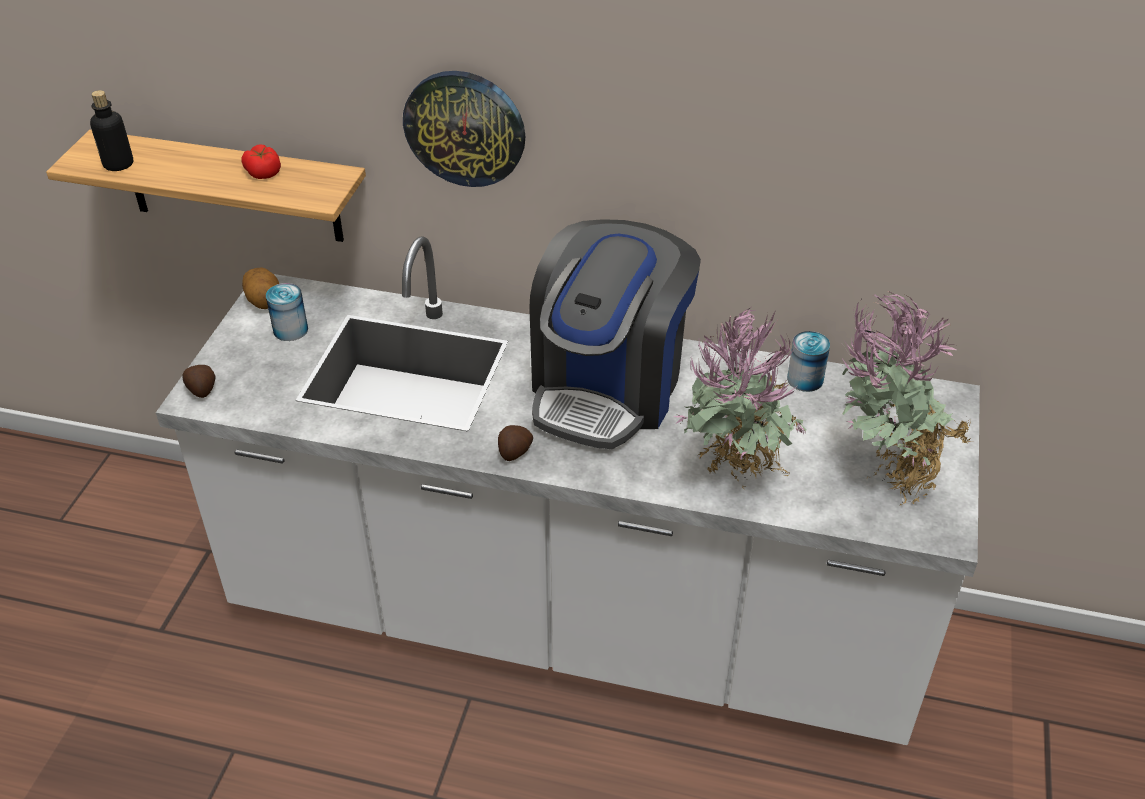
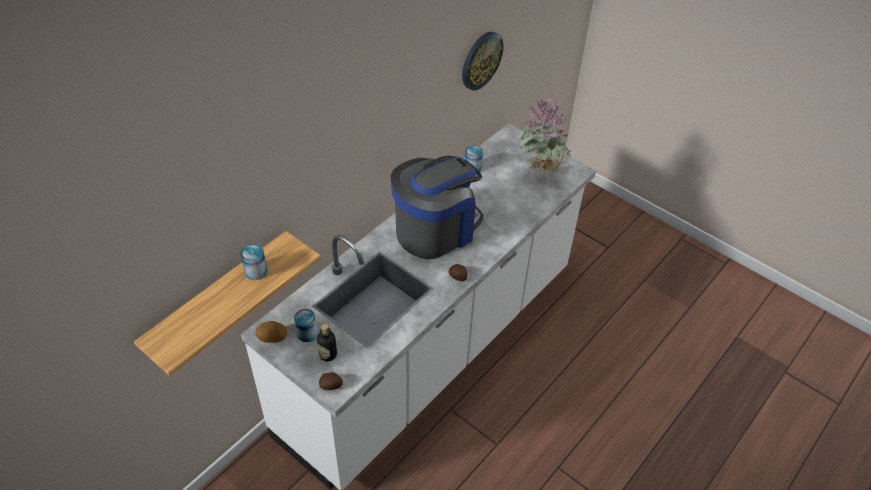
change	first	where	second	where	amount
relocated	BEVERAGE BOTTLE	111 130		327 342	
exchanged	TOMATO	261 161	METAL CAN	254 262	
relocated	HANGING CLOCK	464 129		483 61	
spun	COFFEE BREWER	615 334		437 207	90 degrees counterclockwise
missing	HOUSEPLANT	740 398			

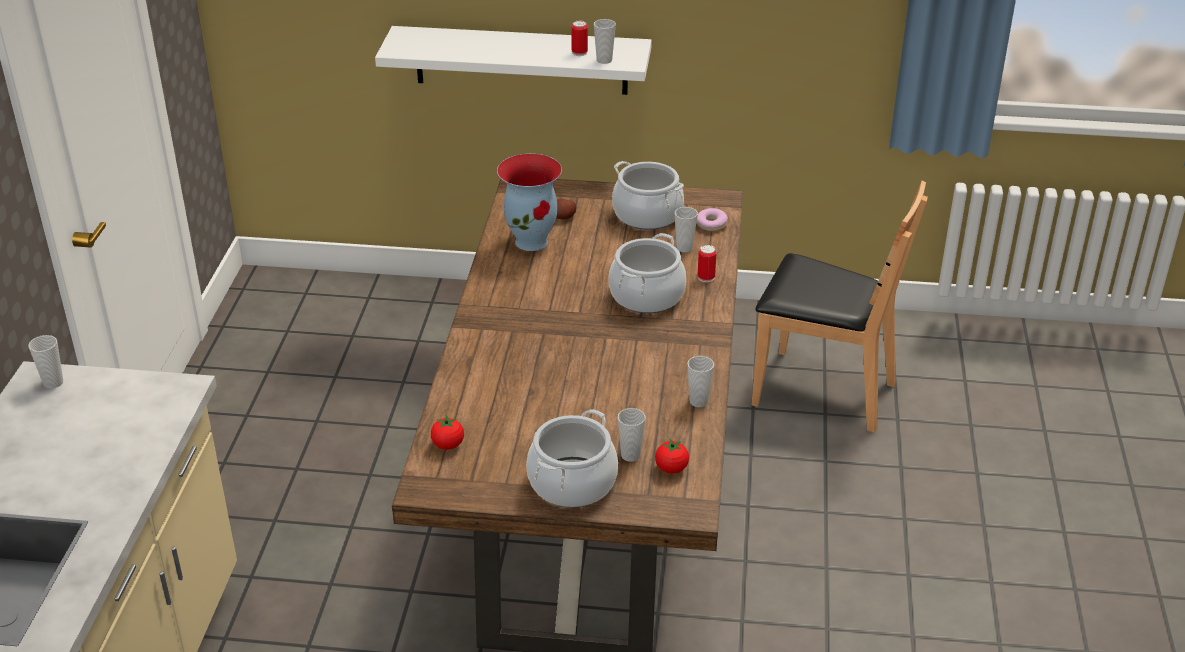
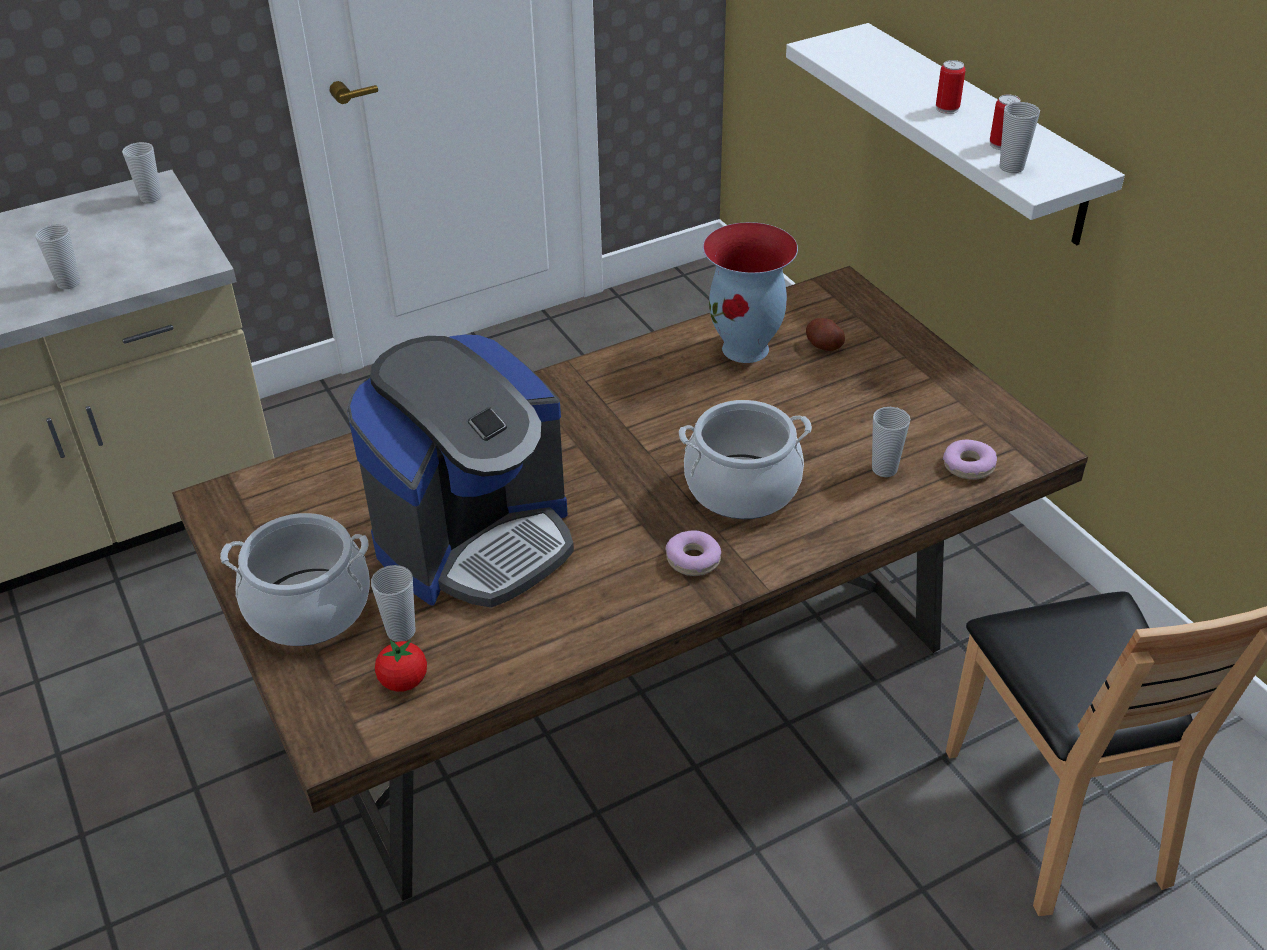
change	first	where	second	where	amount
missing	TOMATO	447 433			
missing	COOKING POT	648 195			
relocated	DRINKING CUP	700 381		58 256	
relocated	METAL CAN	707 263		950 87	
appeared			COFFEE BREWER	460 471	
appeared			RING DOUGHNUT	693 553	

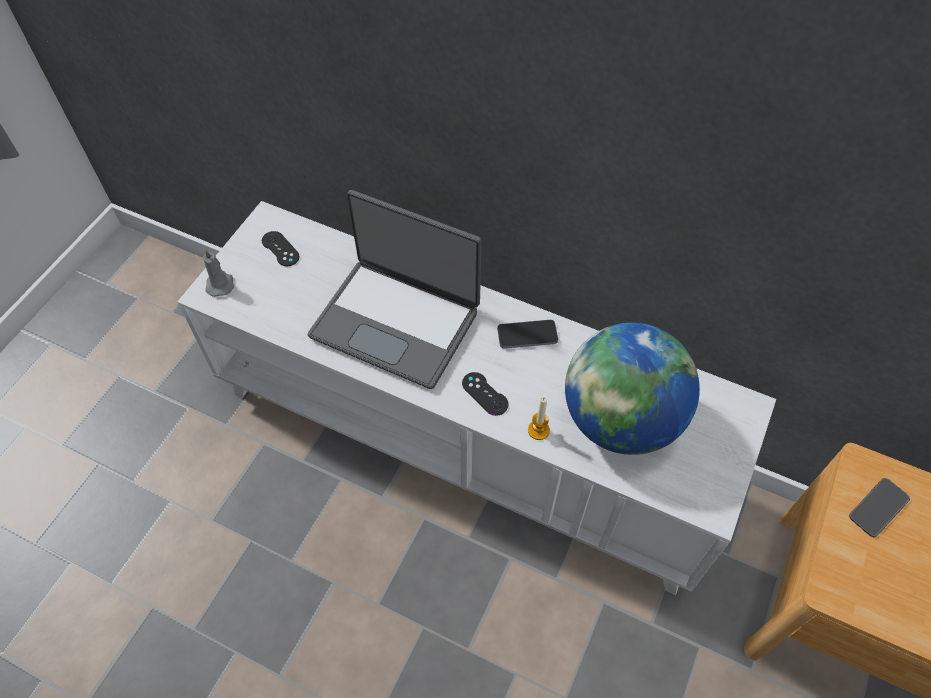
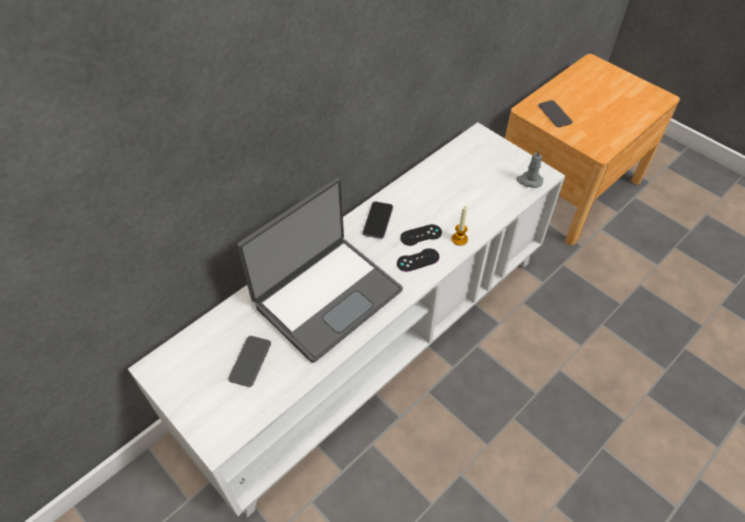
change	first	where	second	where	amount
relocated	GREY CANDLE	218 273		529 168	
relocated	BLACKISH GAMEPAD	281 248		421 235	
missing	DESK GLOBE	632 389			
appeared			PHONE	249 361	

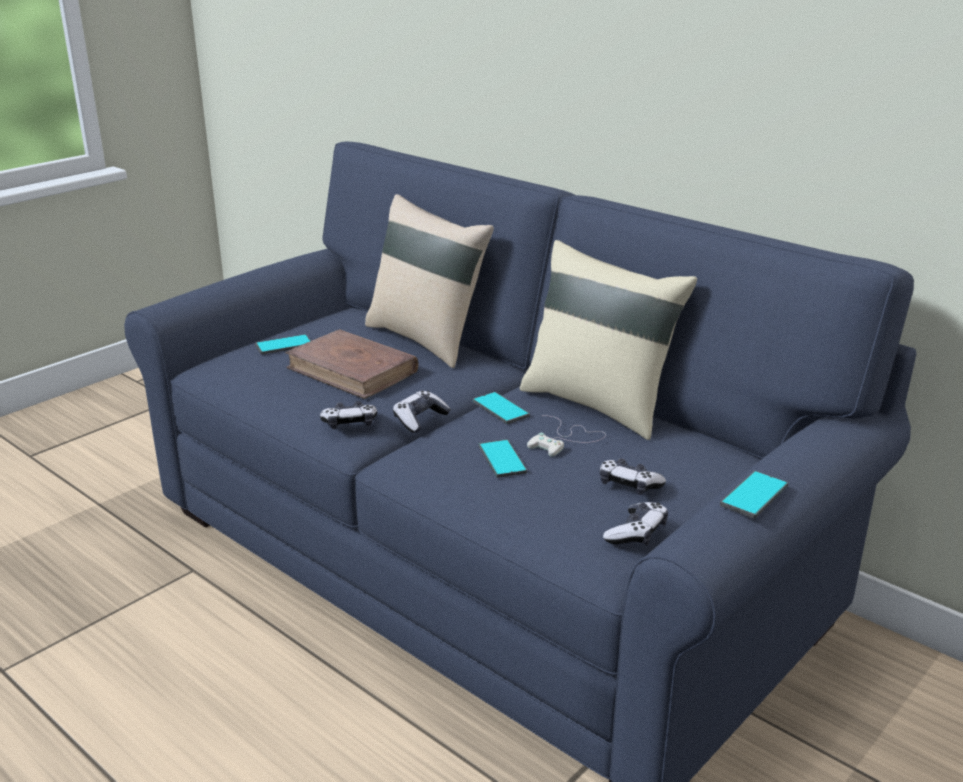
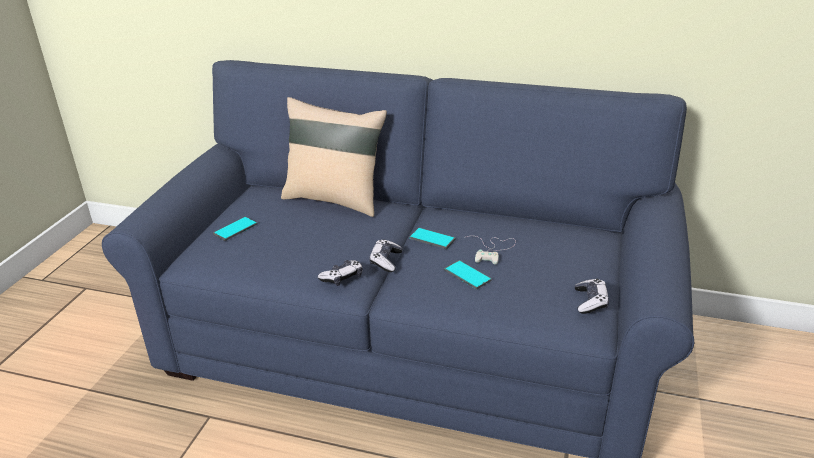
change	first	where	second	where	amount
missing	BROWN BOOK	351 364			
missing	BEIGE-COLOURED THROW PILLOW	608 340			
missing	GAMEPAD	633 476			
missing	PHONE	754 494			

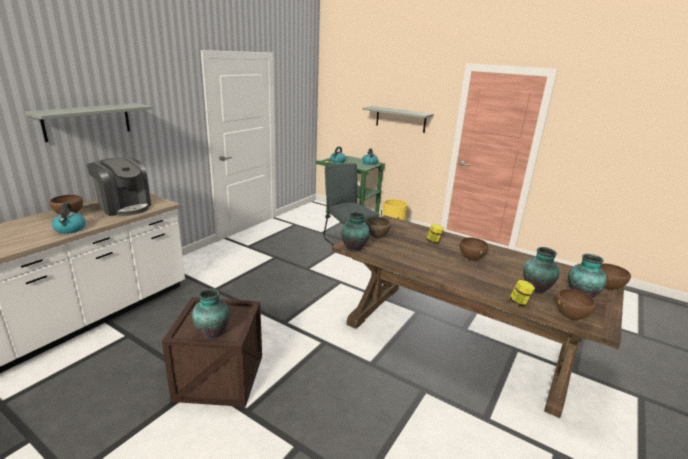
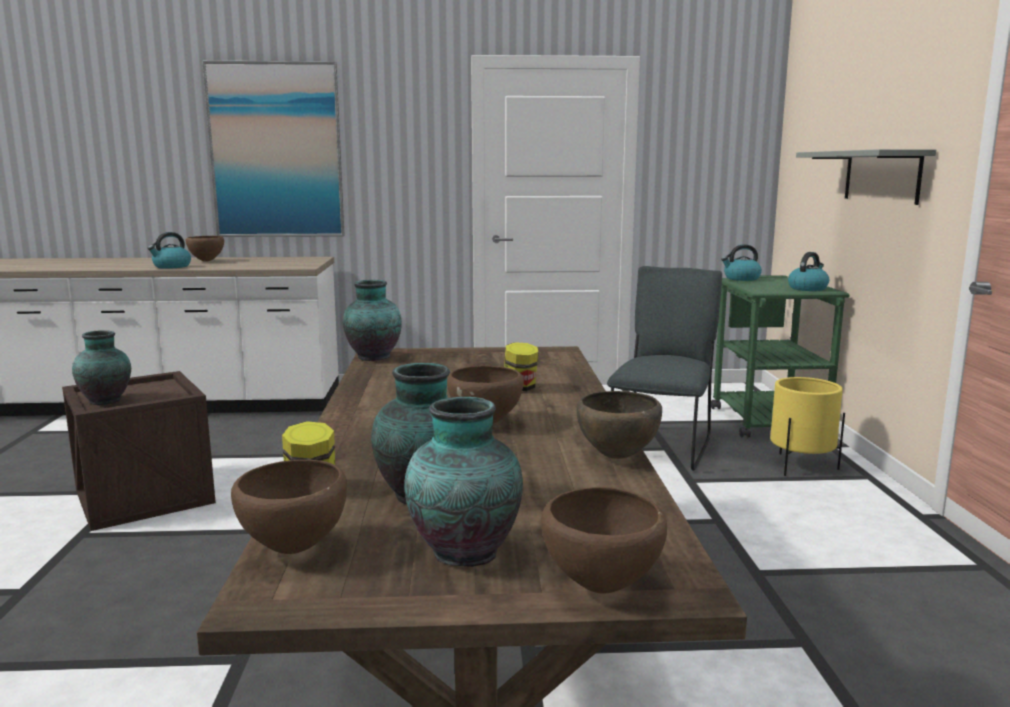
change	first	where	second	where	amount
exchanged	GREY BRACKET SHELF	88 122	PICTURE	273 149	
missing	COFFEE BREWER	119 186			
relocated	BROWN BOWL	378 227		619 425	

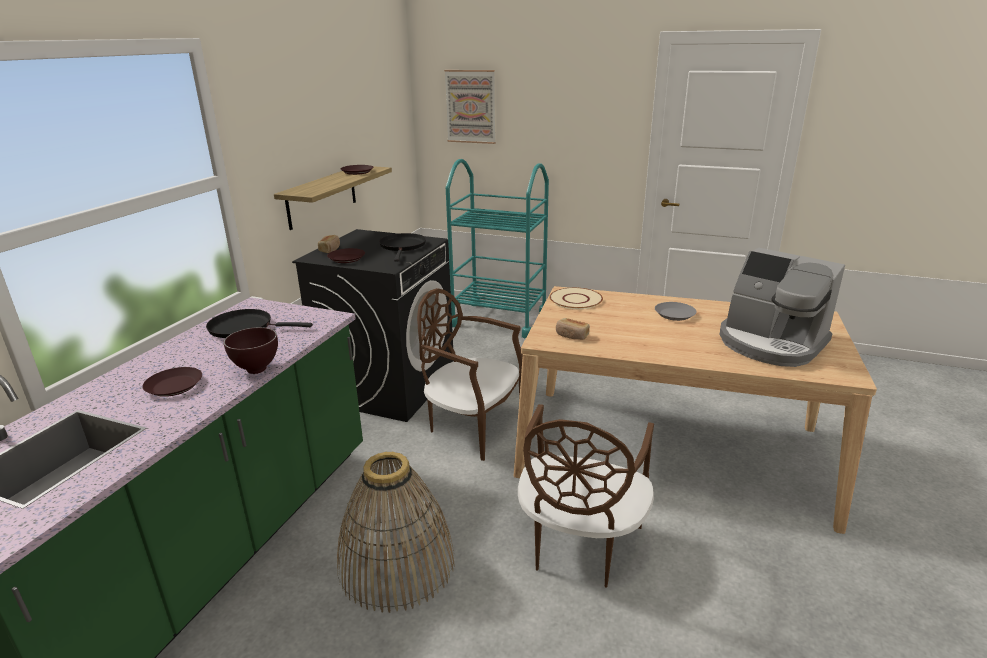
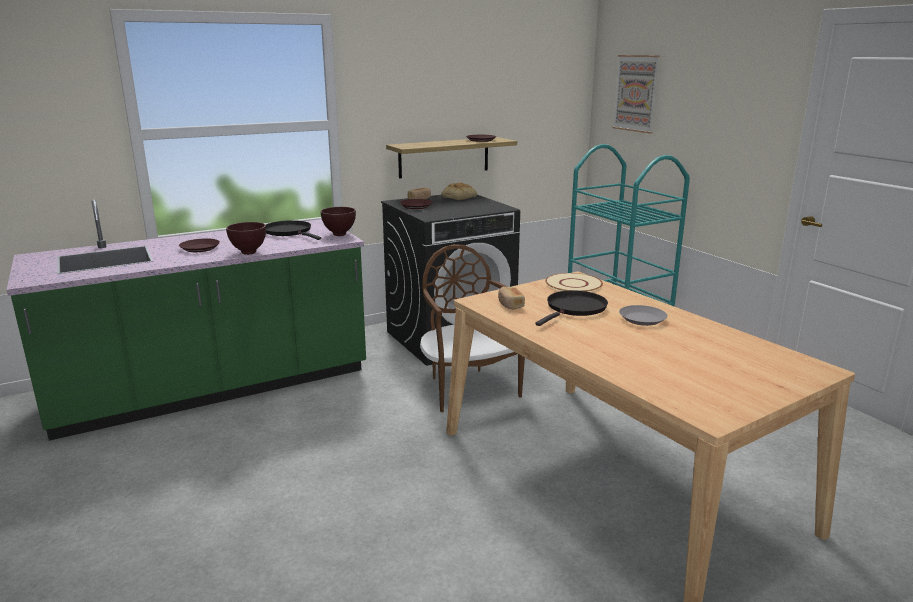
change	first	where	second	where	amount
missing	HOUSEHOLD BASKET	396 532			
relocated	BLACKISH SKILLET	402 247		571 308	
missing	BROWN CHAIR	586 496			
missing	COFFEE BREWER	782 307			
appeared			BROWN BOWL	338 221	
appeared			BAKERY BREAD	459 191	

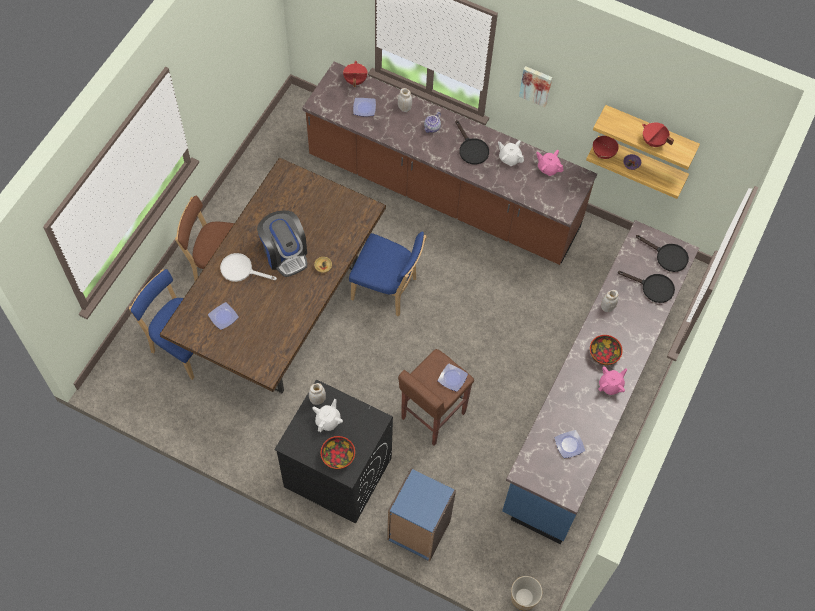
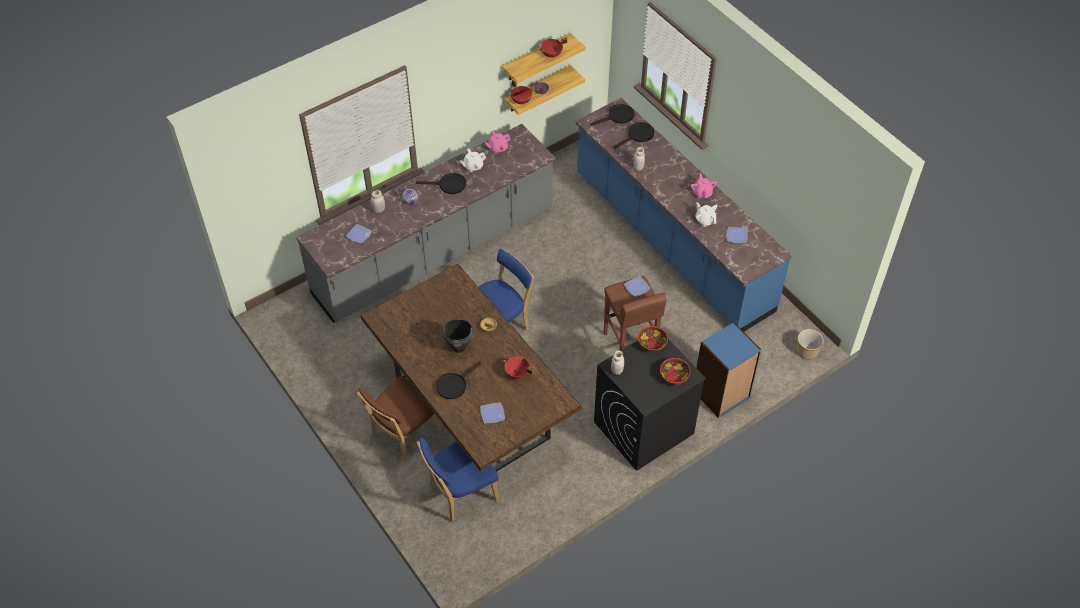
change	first	where	second	where	amount
colour	WHITE-COLOURED SKILLET	248 267	BLACKISH SKILLET	458 380	
exchanged	COFFEE BREWER	282 243	BLACKISH COOKING POT	458 336	
colour	BROWN KITCHEN BASE UNIT	449 163	GREY KITCHEN BASE UNIT	426 223	
relocated	WHITE-COLOURED POT FOR TEA	327 415		706 214	
relocated	REDDISH COOKING POT	355 74		518 367	
missing	PICTURE	535 86			
relocated	BOWL	606 350		653 339	

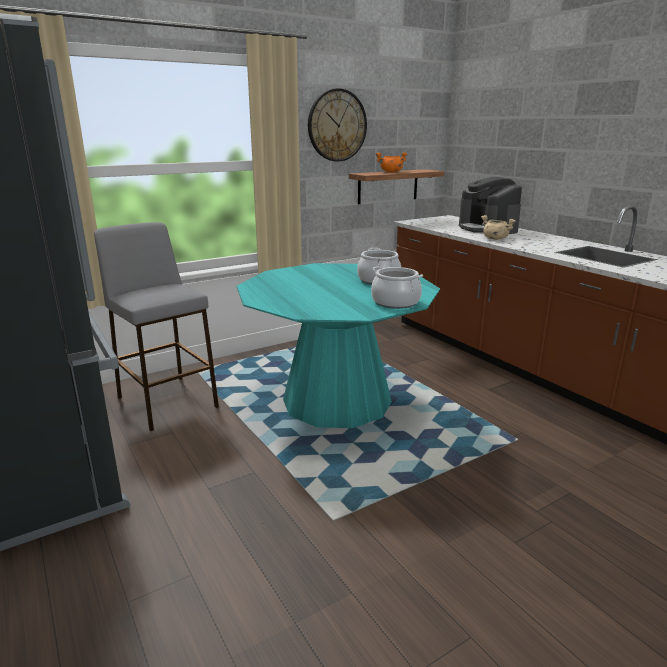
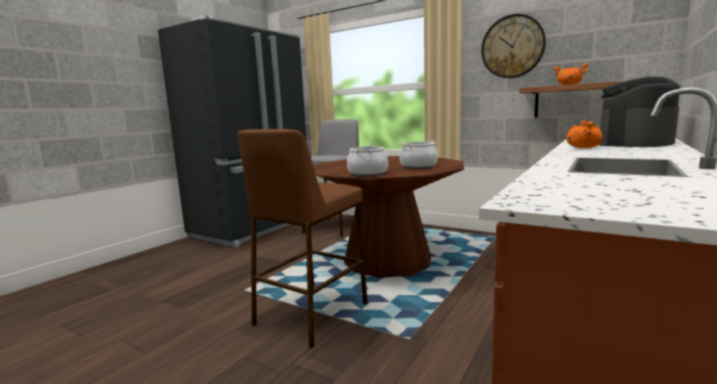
change	first	where	second	where	amount
colour	TURQUOISE KITCHEN TABLE	338 345	BROWN KITCHEN TABLE	388 217	
colour	BEIGE-COLOURED COOKING POT	498 227	ORANGE COOKING POT	584 134	
appeared			BROWN STOOL SEAT	303 238	

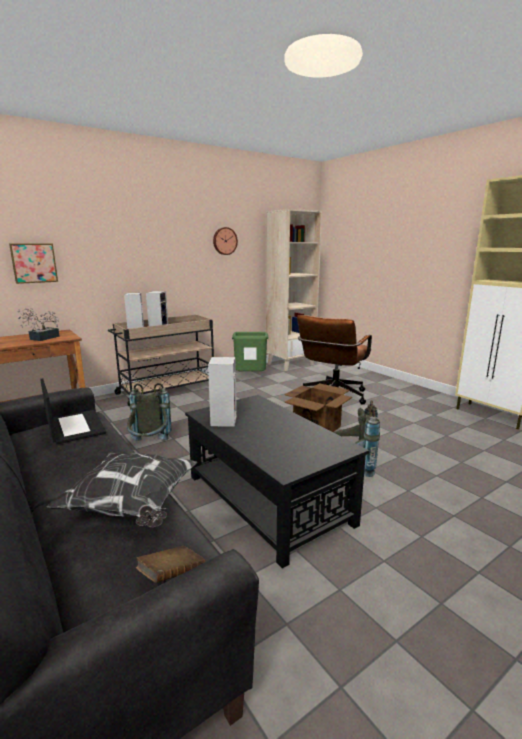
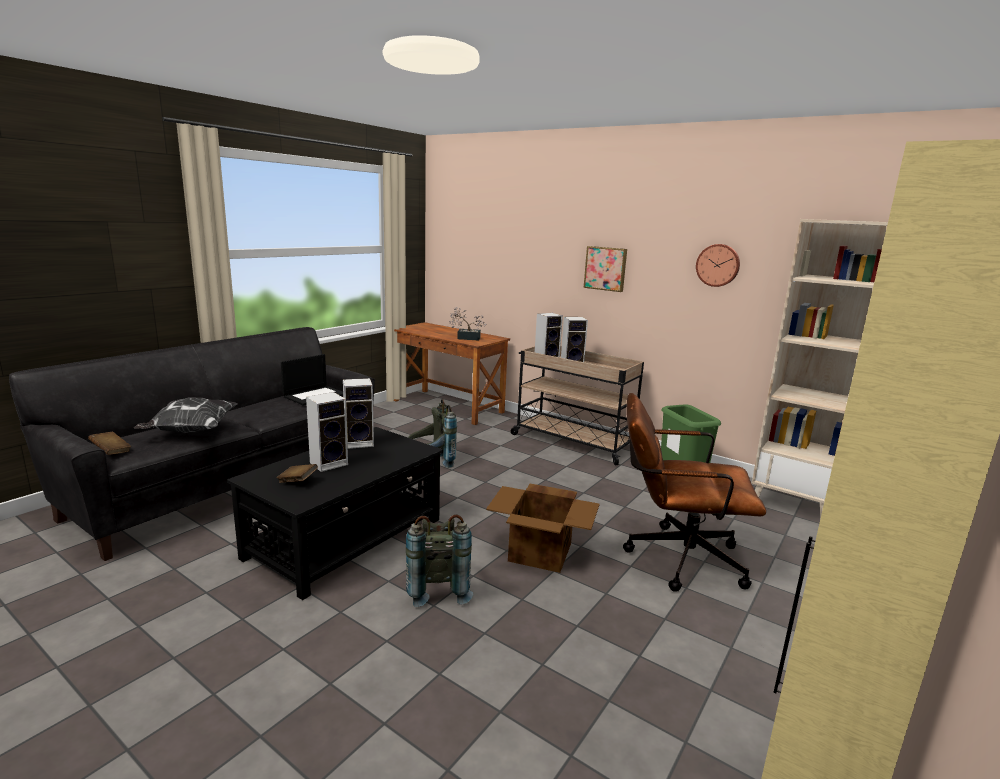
change	first	where	second	where	amount
relocated	PICTURE	33 263		605 269	
appeared			BROWN BOOK	297 473	
appeared			AUDIO SPEAKER	327 432	

